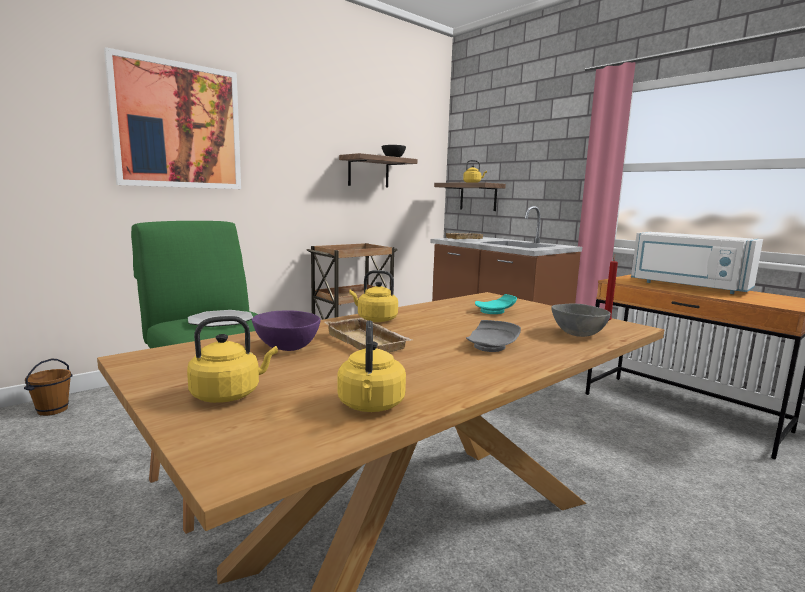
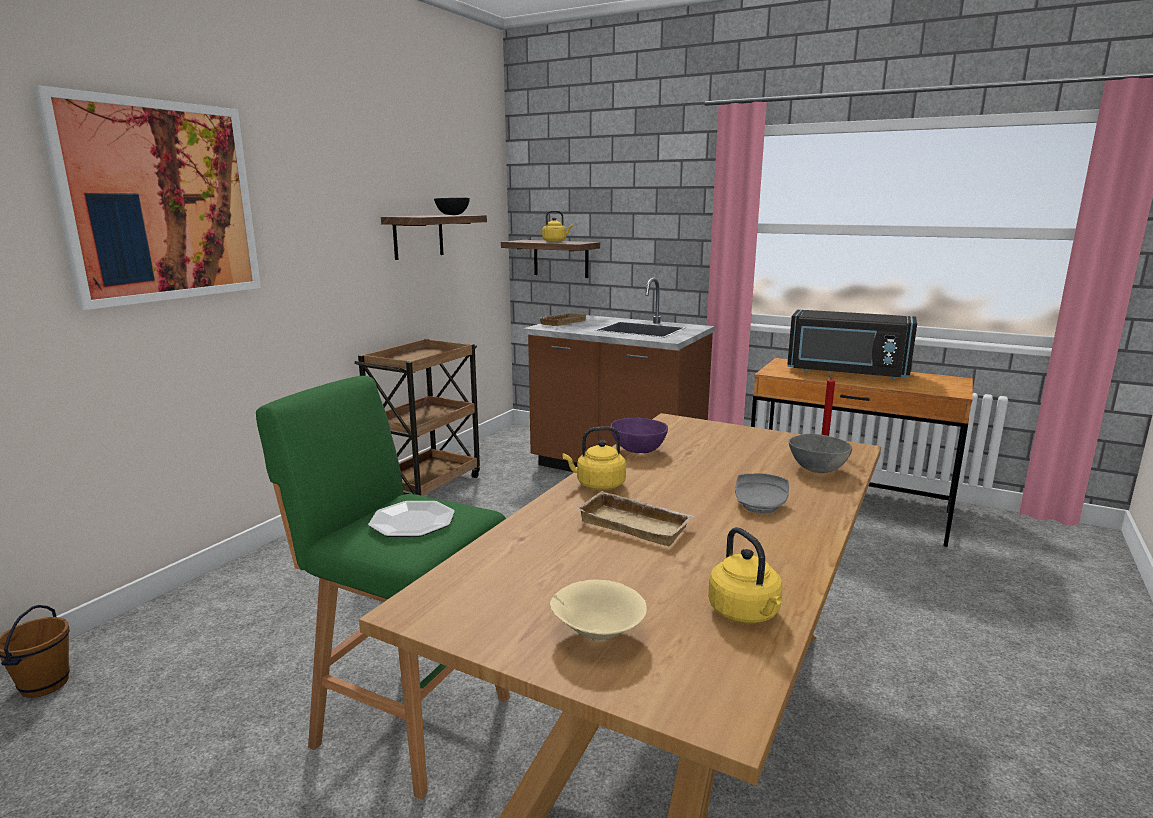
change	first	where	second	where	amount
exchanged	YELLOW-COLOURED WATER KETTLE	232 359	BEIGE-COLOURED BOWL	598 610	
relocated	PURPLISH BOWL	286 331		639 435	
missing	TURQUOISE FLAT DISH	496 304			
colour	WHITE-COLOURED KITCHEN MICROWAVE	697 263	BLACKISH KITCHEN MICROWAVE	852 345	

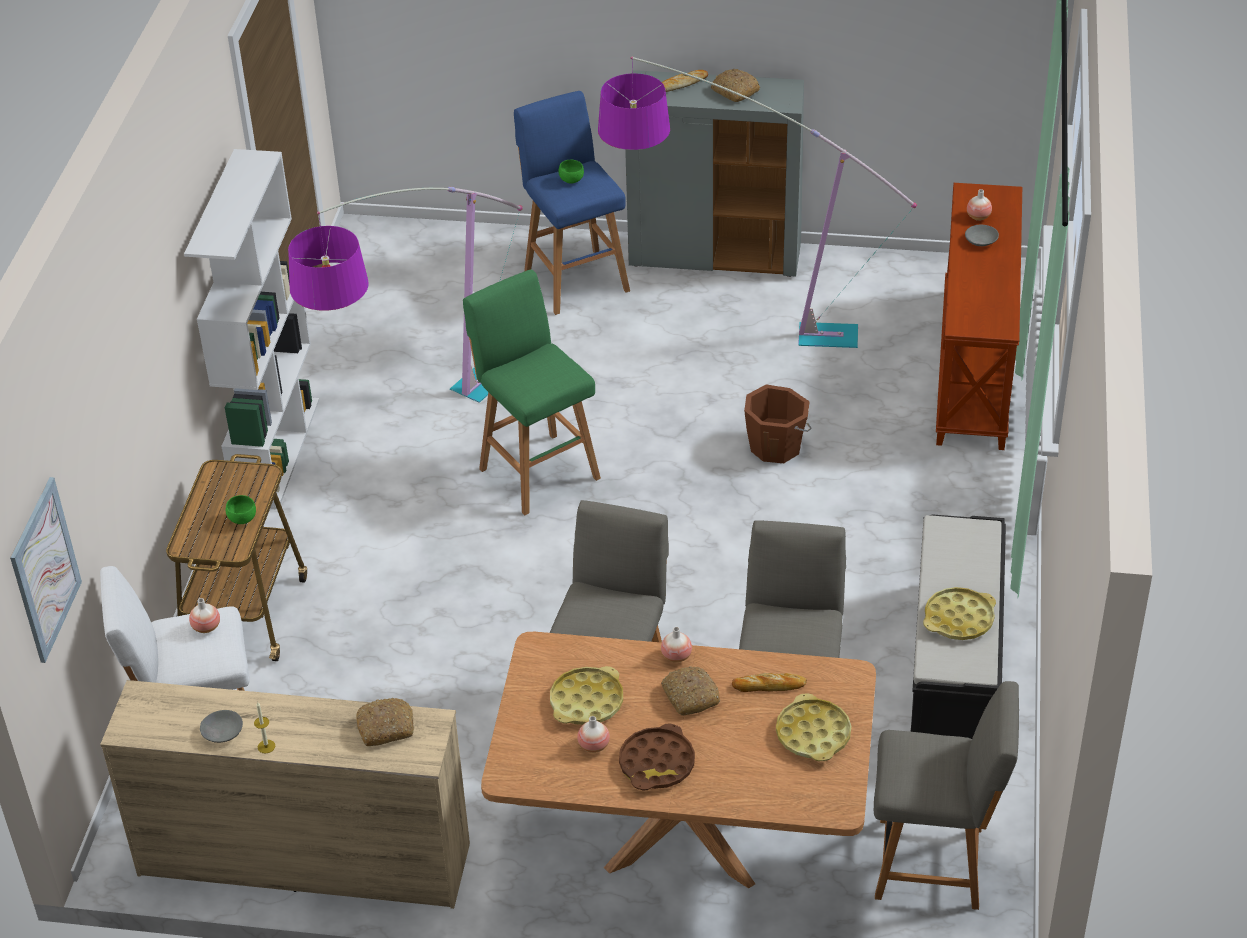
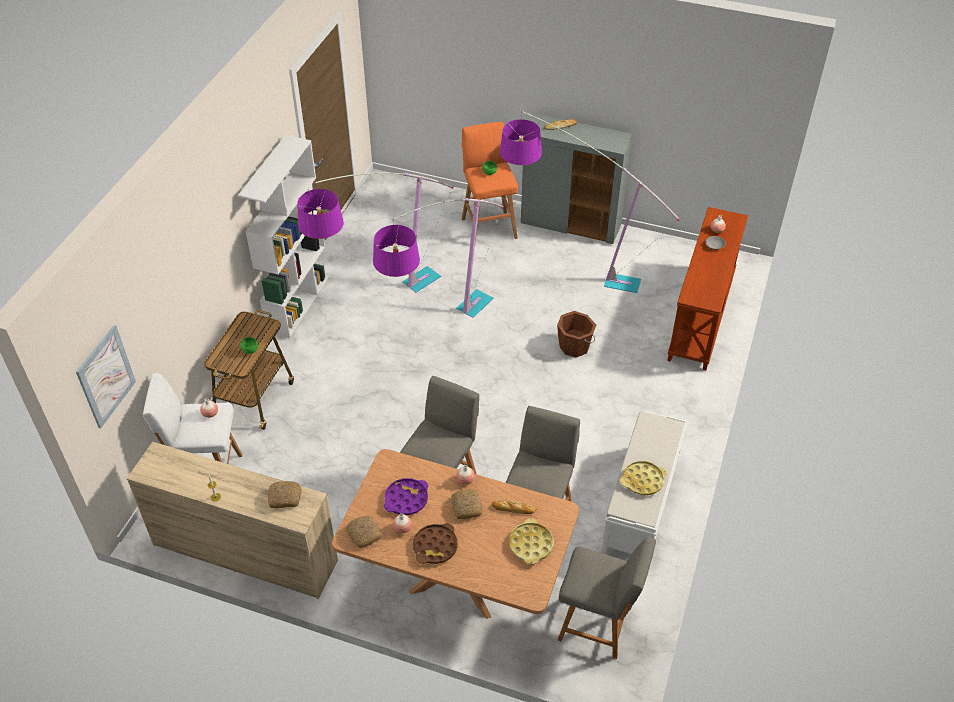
change	first	where	second	where	amount
missing	GREY BOWL	221 726			
exchanged	GREEN-COLOURED STOOL SEAT	532 392	STANDING LAMP	438 258	
colour	BLUE-COLOURED STOOL SEAT	572 203	ORANGE STOOL SEAT	490 182	
colour	YELLOW-COLOURED TRAY	586 695	PURPLISH TRAY	406 496	
relocated	BAKERY BREAD	735 85		364 532	
colour	BLACKISH INDOOR BENCH	958 627	WHITE-COLOURED INDOOR BENCH	644 482	

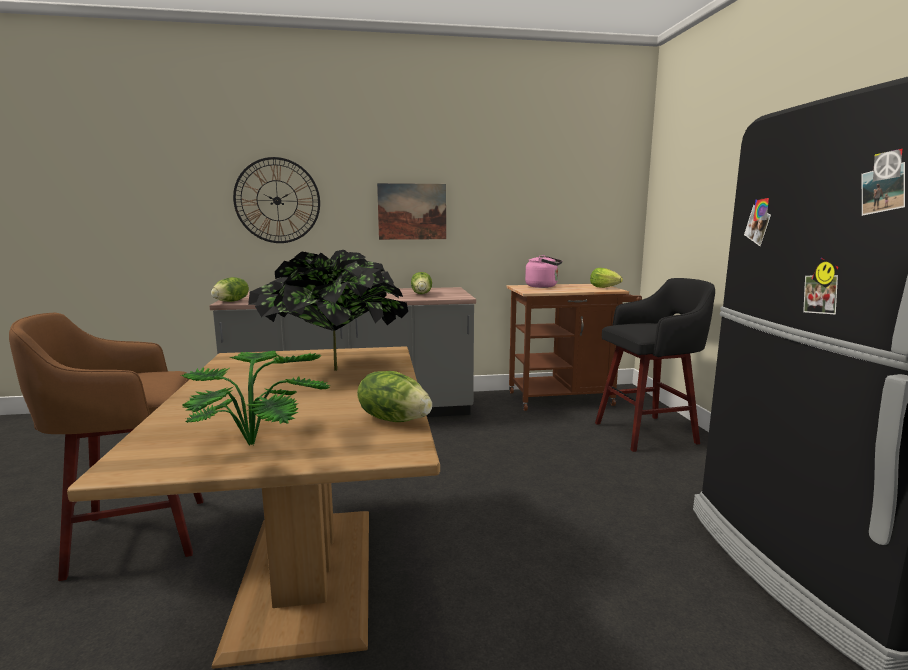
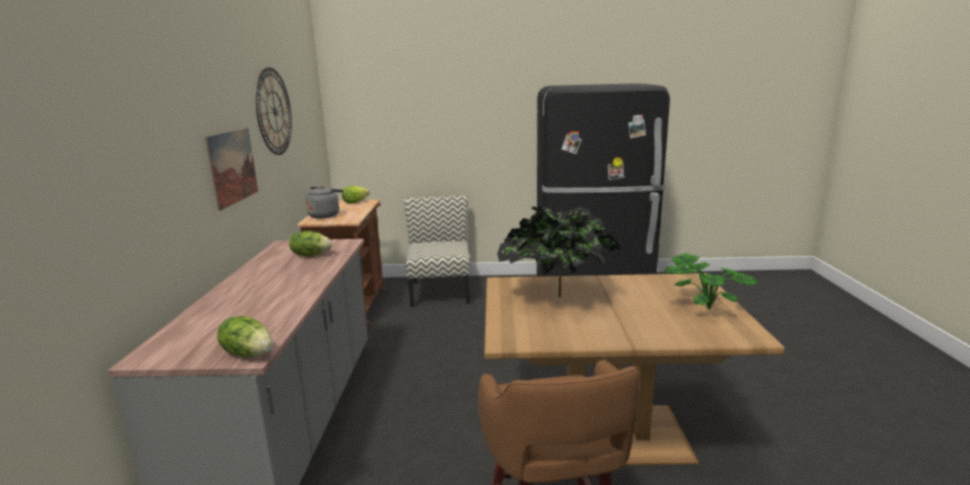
change	first	where	second	where	amount
relocated	HANGING CLOCK	276 200		274 111	
missing	HEAD OF LETTUCE	394 396			
colour	PINKISH WATER KETTLE	543 271	GREY WATER KETTLE	324 202	
exchanged	BLACKISH STOOL SEAT	655 365	CHAIR	437 251	

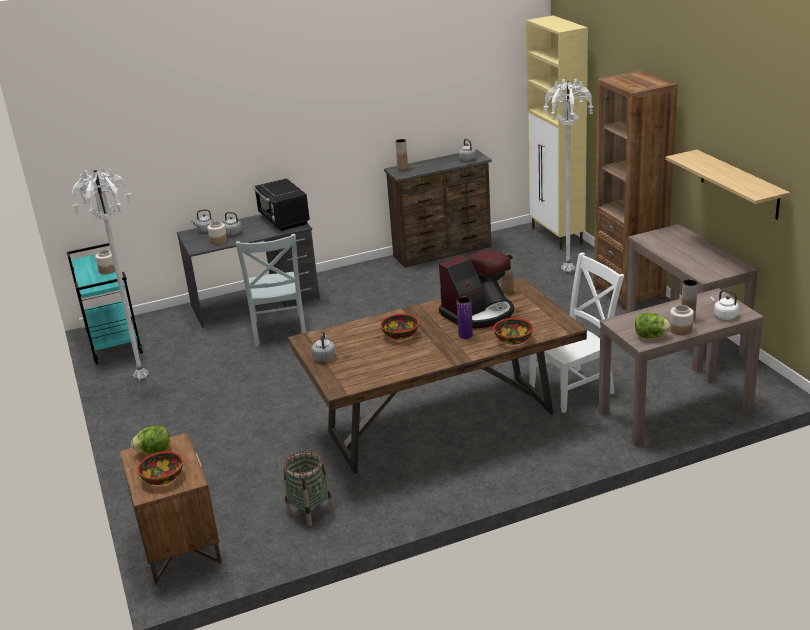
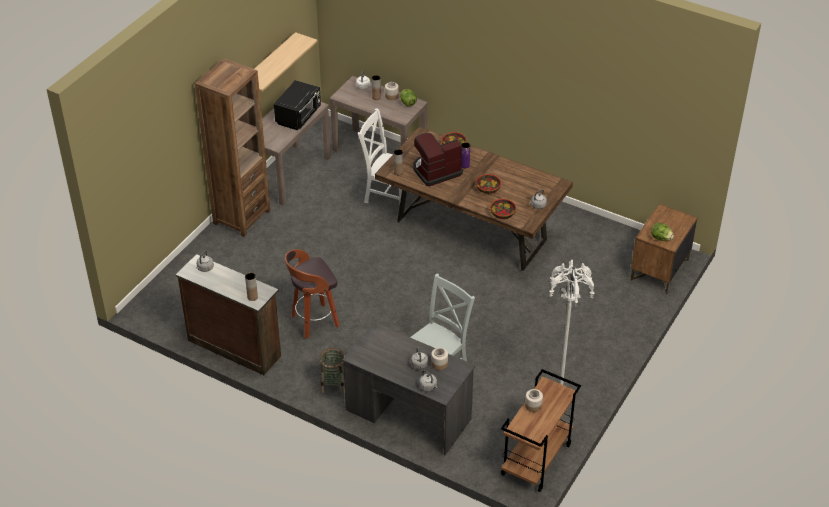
change	first	where	second	where	amount
colour	TURQUOISE WHEELED CART	105 303	BROWN WHEELED CART	540 430	
relocated	BOWL	160 468		503 209	
relocated	BLACKISH KITCHEN MICROWAVE	281 204		297 105	
relocated	HOUSEHOLD BASKET	308 488		332 371	
spun	COFFEE BREWER	476 289		438 159	45 degrees counterclockwise
missing	BEIGE-COLOURED CABINET	557 132			
missing	WHITE-COLOURED STANDING LAMP	569 175			
appeared			STOOL SEAT	312 293	

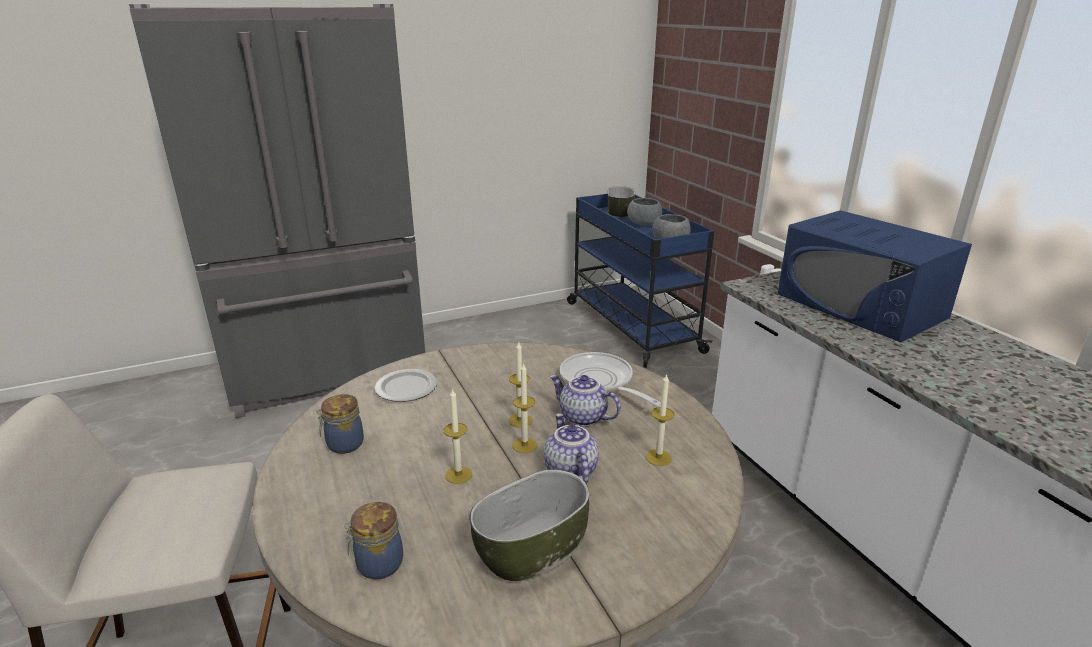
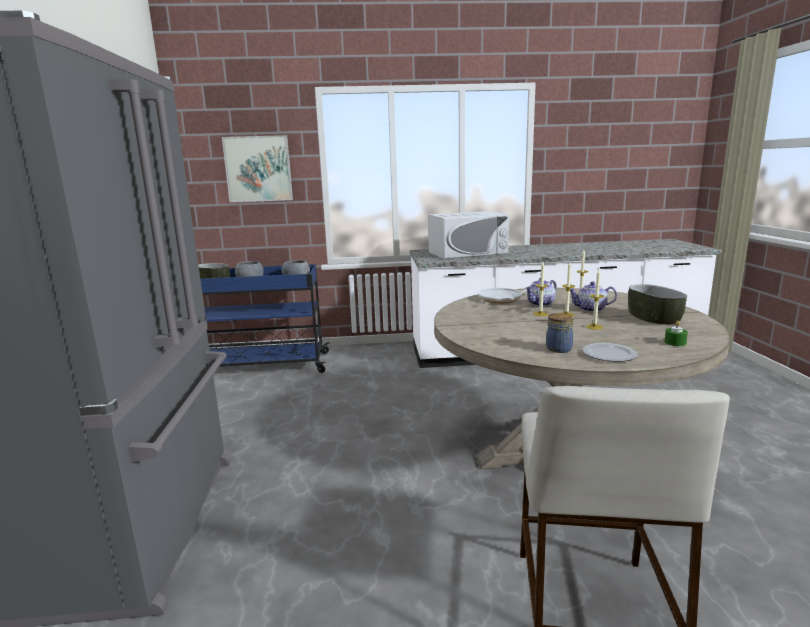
change	first	where	second	where	amount
exchanged	JAR	373 541	GREEN-COLOURED CANDLE	676 333	
relocated	FLAT DISH	406 385		610 352	
colour	BLUE-COLOURED KITCHEN MICROWAVE	874 276	WHITE-COLOURED KITCHEN MICROWAVE	468 235	
appeared			PICTURE	257 168	

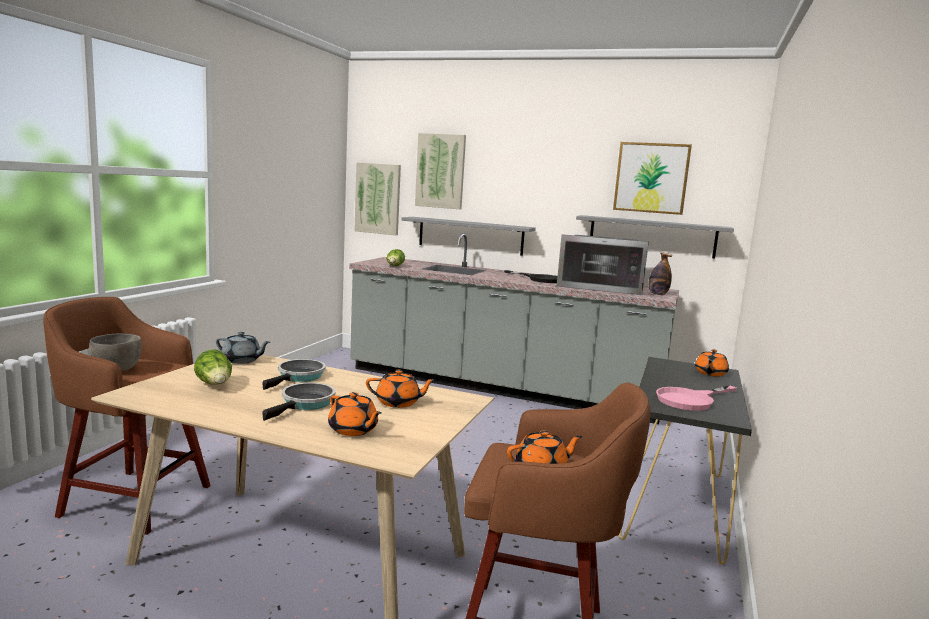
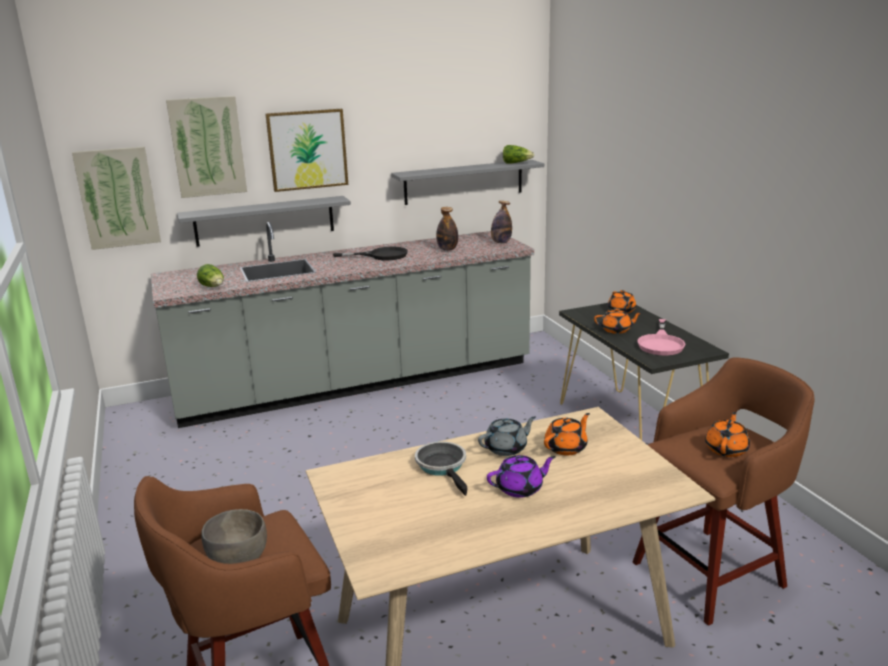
change	first	where	second	where	amount
relocated	HEAD OF LETTUCE	213 367		518 154	
relocated	GREY POT FOR TEA	243 348		507 436	
exchanged	SKILLET	299 402	PURPLISH POT FOR TEA	521 476	
relocated	ORANGE POT FOR TEA	354 414		618 321	
exchanged	KITCHEN MICROWAVE	603 264	BEVERAGE BOTTLE	447 229	
relocated	PICTURE	652 178		306 150	

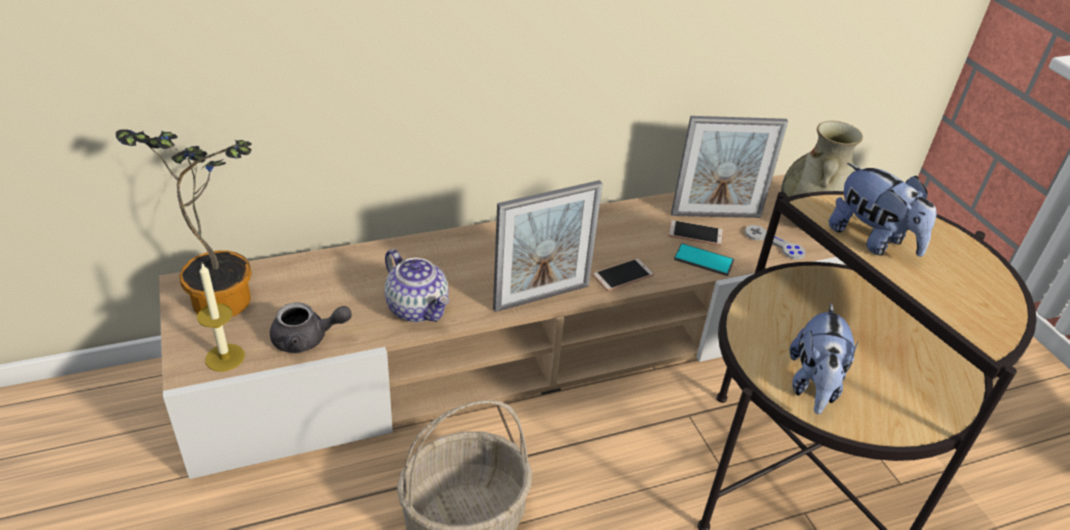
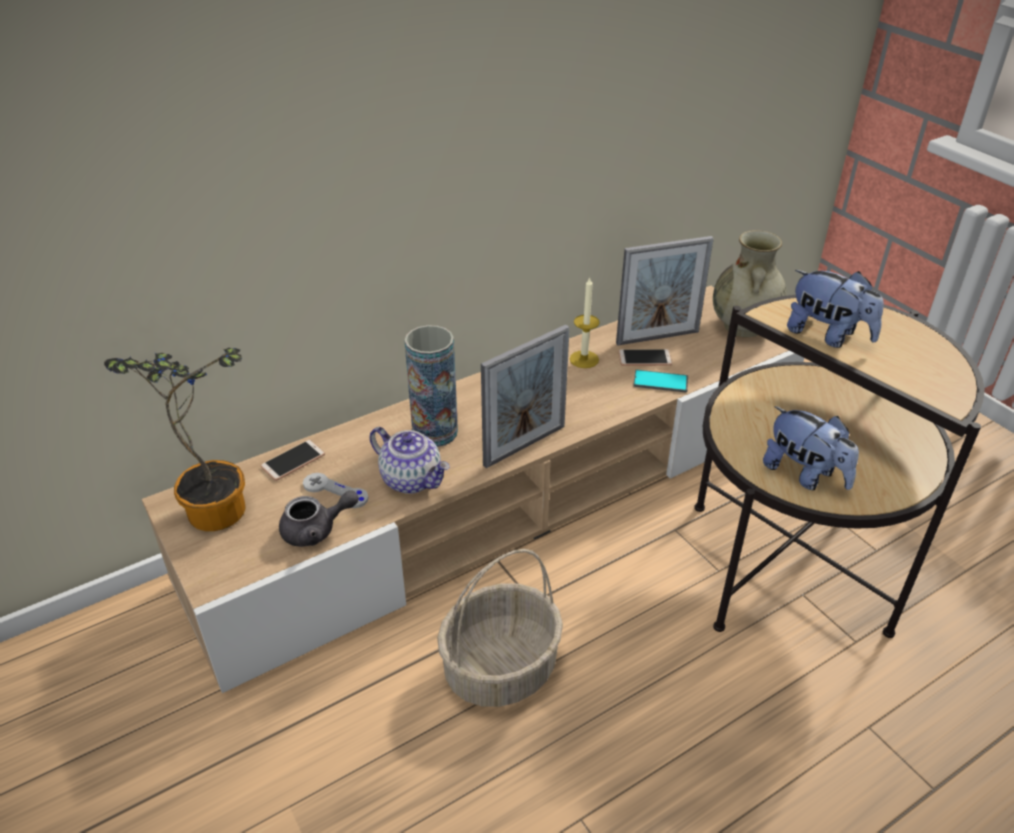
change	first	where	second	where	amount
relocated	CANDLE	221 317		585 322	
relocated	PHONE	623 274		292 460	
relocated	GREY GAMEPAD	775 242		336 490	
spun	SOFT TOY	823 358		811 448	45 degrees counterclockwise
appeared			DECORATIVE VASE	431 386	

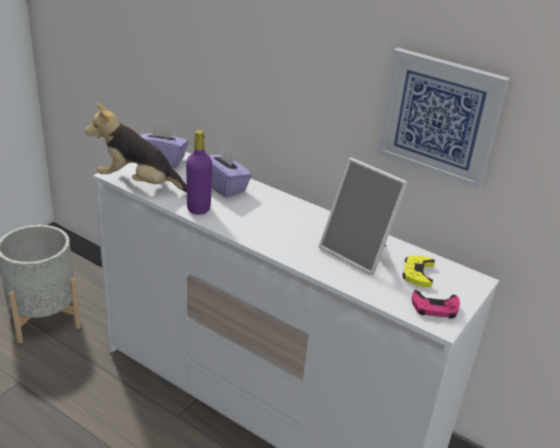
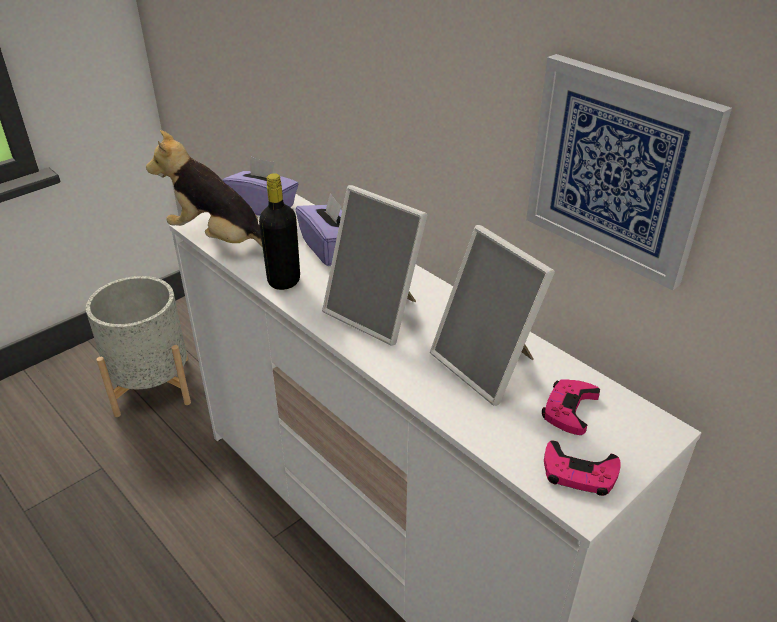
change	first	where	second	where	amount
colour	PURPLISH BEVERAGE BOTTLE	199 172	BLACKISH BEVERAGE BOTTLE	279 231	
colour	YELLOW-COLOURED GAMEPAD	418 271	PINKISH GAMEPAD	571 407	
appeared			STANDING FRAME	374 265	

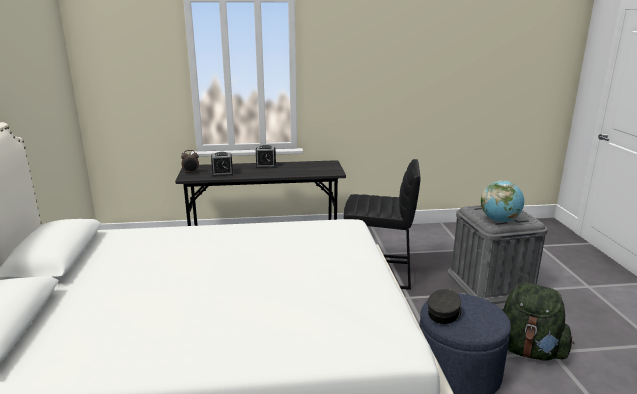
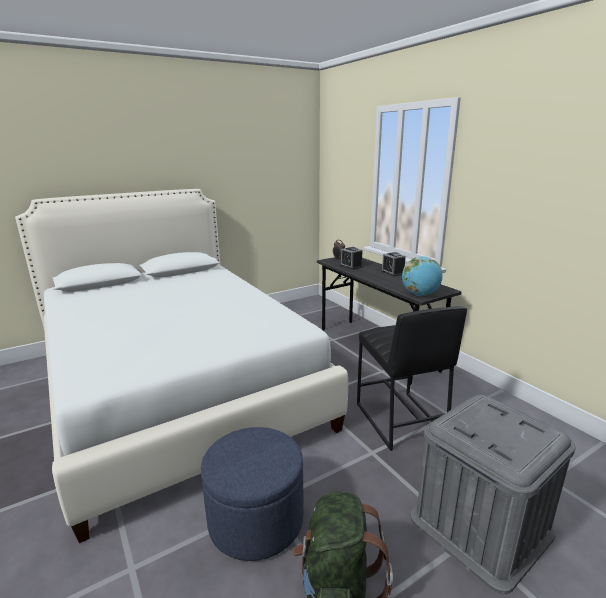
change	first	where	second	where	amount
missing	GREY BASEBALL CAP	444 306			
relocated	DESK GLOBE	502 201		422 276	

